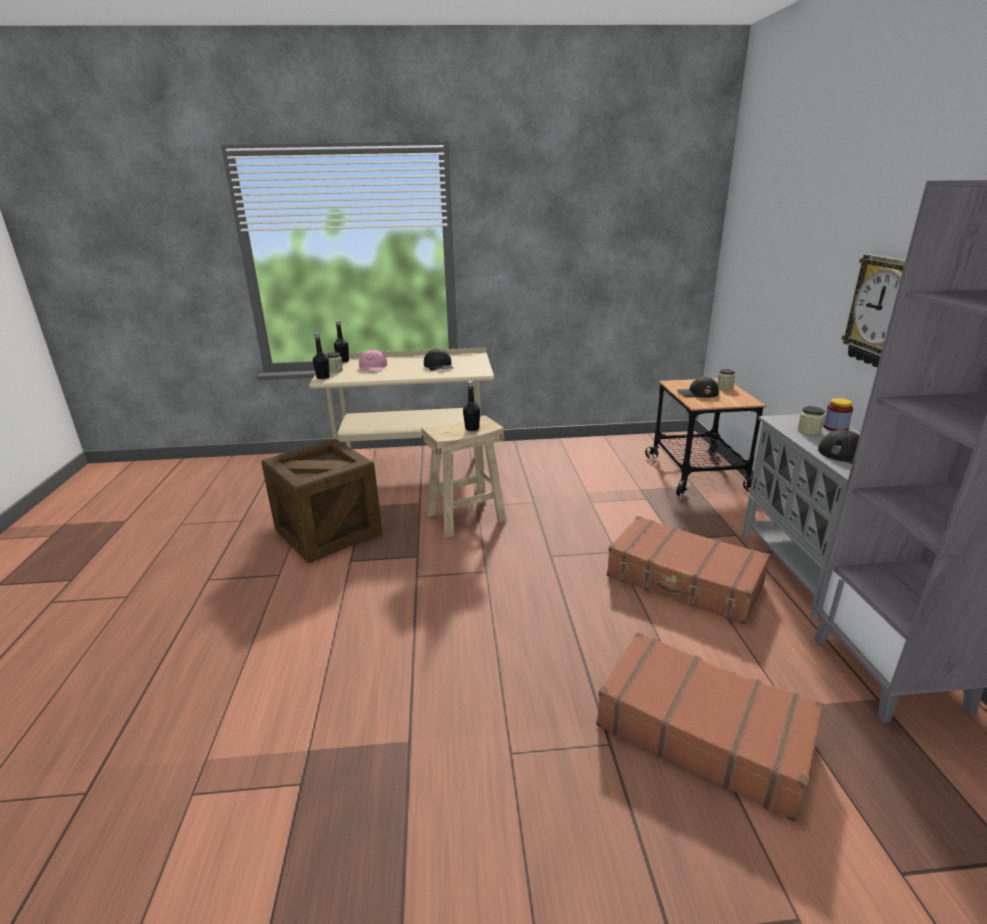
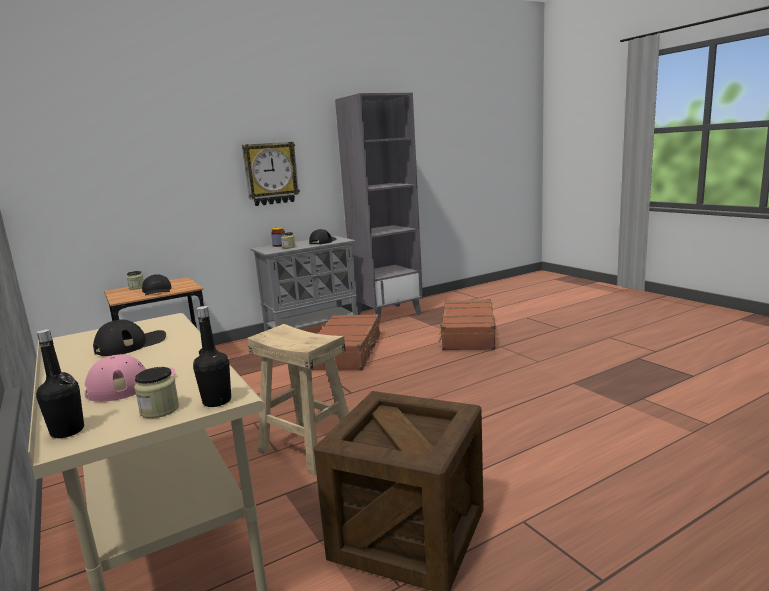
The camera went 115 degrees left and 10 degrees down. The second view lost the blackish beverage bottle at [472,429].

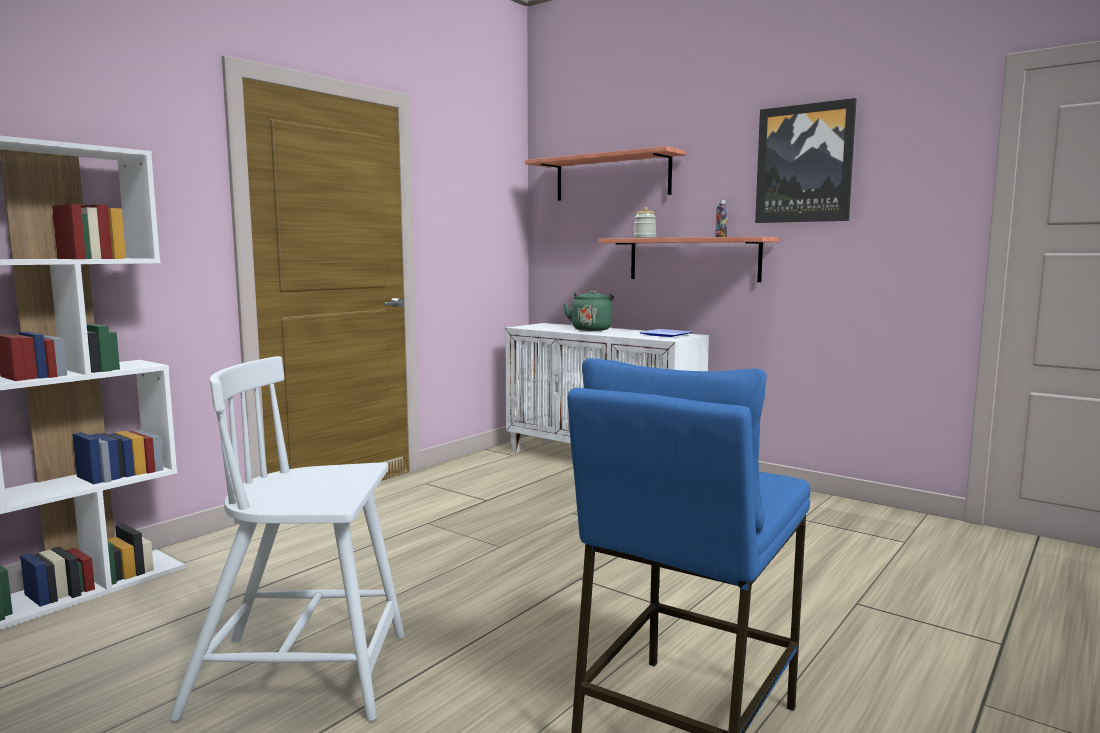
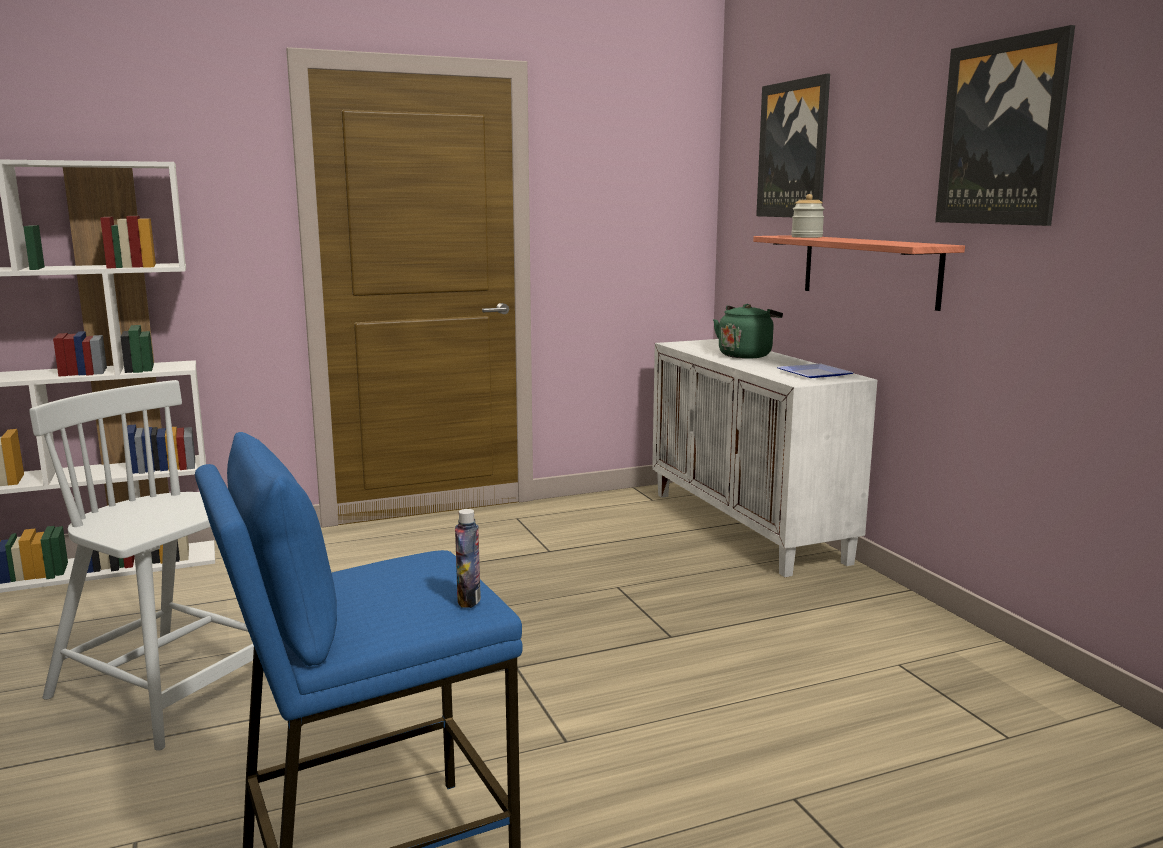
The camera went 30 degrees right and 5 degrees up. Where the shelf hung at [612,177], the wall picture came to hang at [794,150]. The beverage bottle ended up elsewhere, having gone from [720,237] to [469,600].

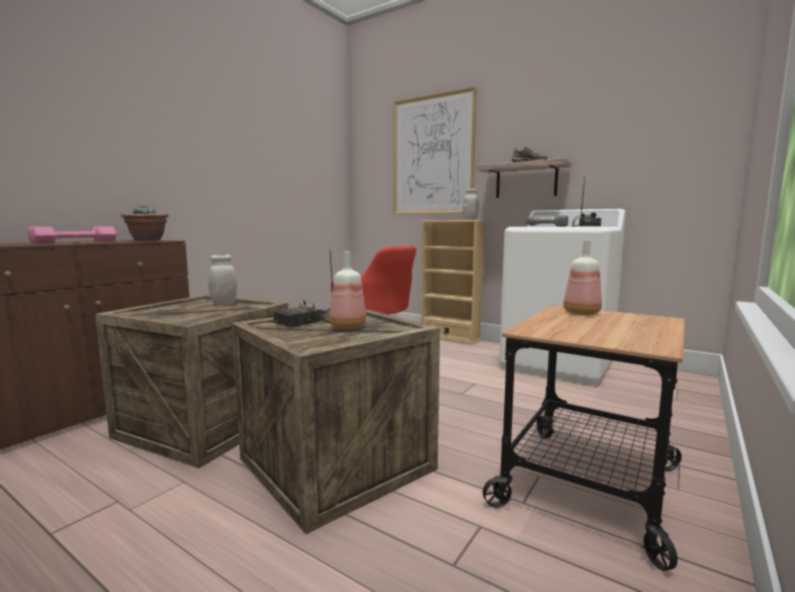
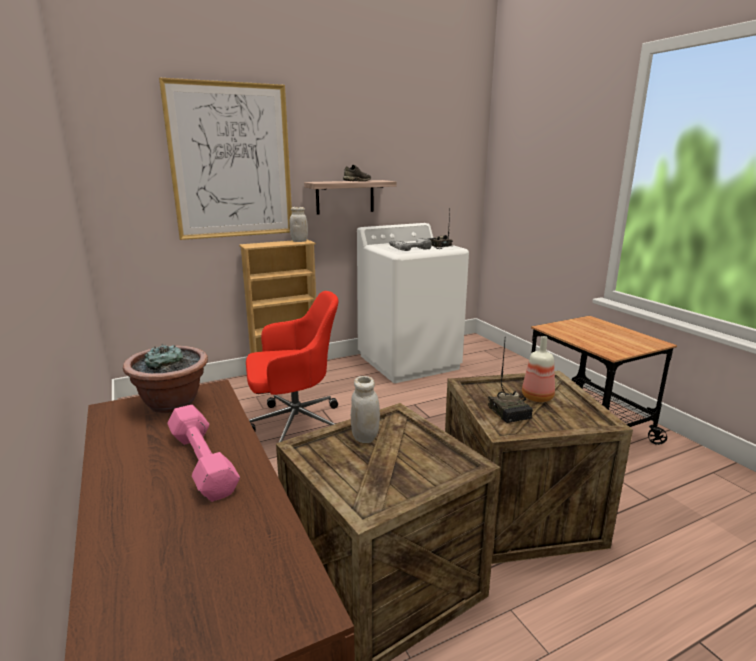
The camera went 60 degrees left and 10 degrees up. The second view lost the beverage bottle at [582,313].

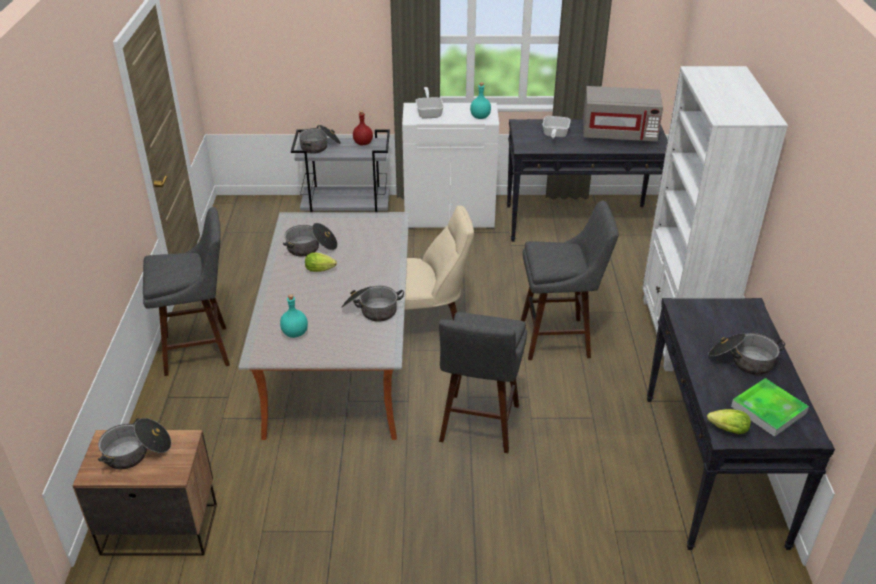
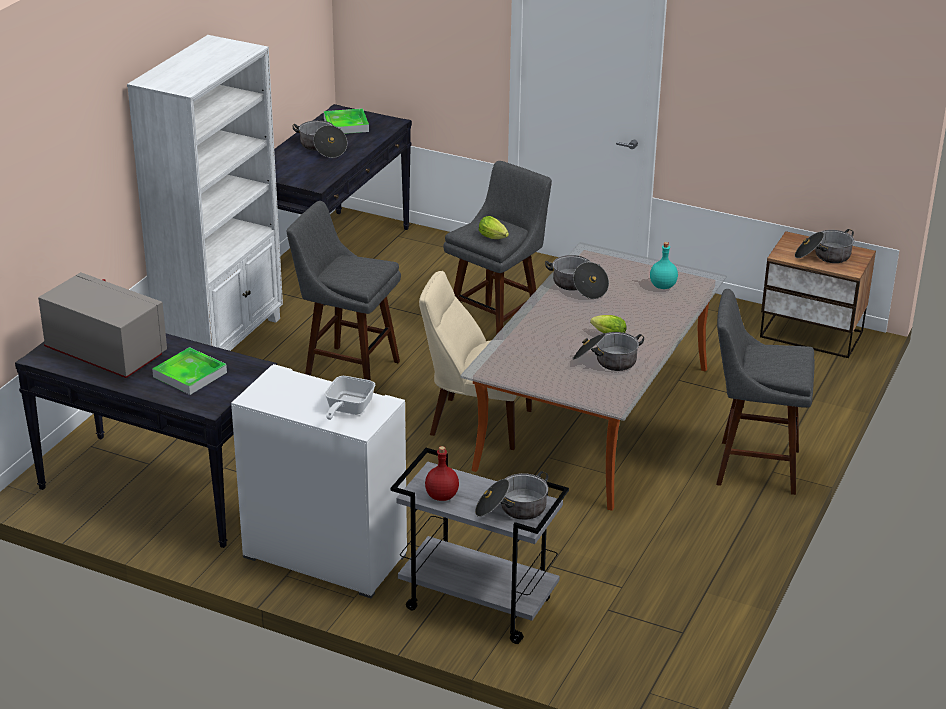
The camera went 155 degrees left and 5 degrees down. The second view lost the turquoise beverage bottle at [480,117]. Where the skillet stood at [554,135], the carrying tray came to stand at [190,375]. The lettuce head ended up elsewhere, having gone from [725,429] to [494,238].

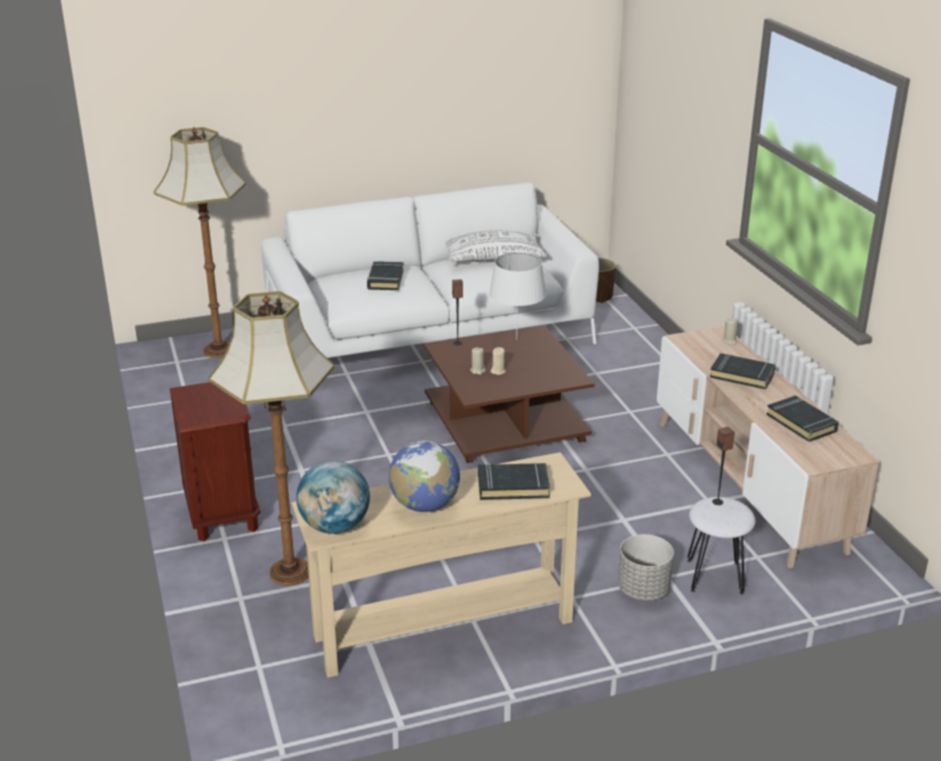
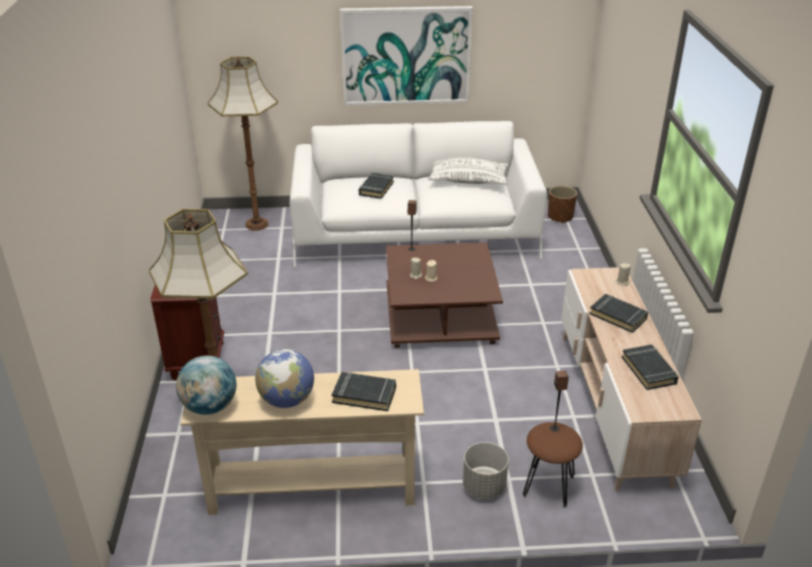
The camera went 15 degrees right and 5 degrees up. The second view lost the whitish lamp for a table at [516,339]. What was the whitish sitting stool at [715,577] turned into the brown sitting stool at [548,486]. The second view gained the wall picture at [406,55].

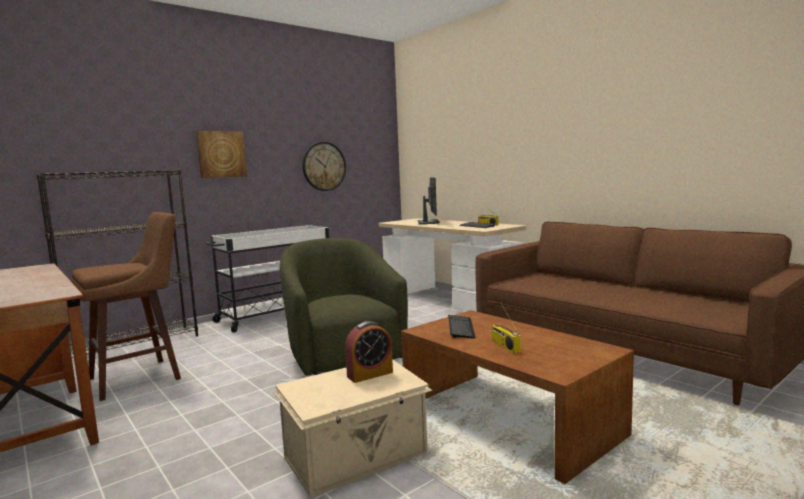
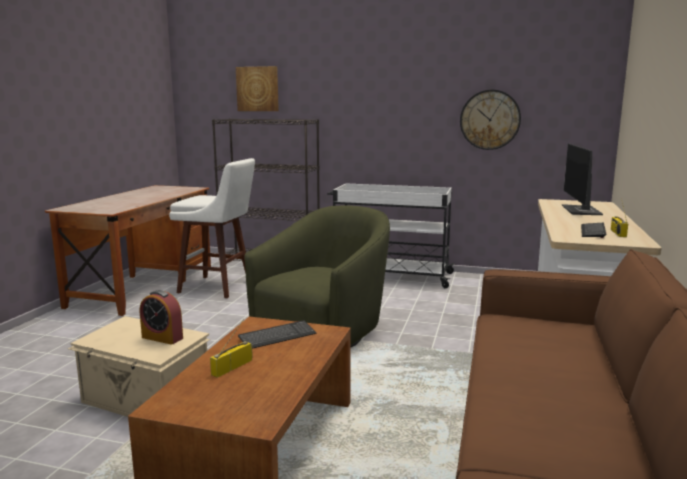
The camera went 55 degrees right and 5 degrees up. The wall picture ended up elsewhere, having gone from [221,154] to [257,89]. The monitor at [428,222] ended up facing another way, 135 degrees clockwise from before. What was the brown sitting stool at [140,377] turned into the whitish sitting stool at [219,287].

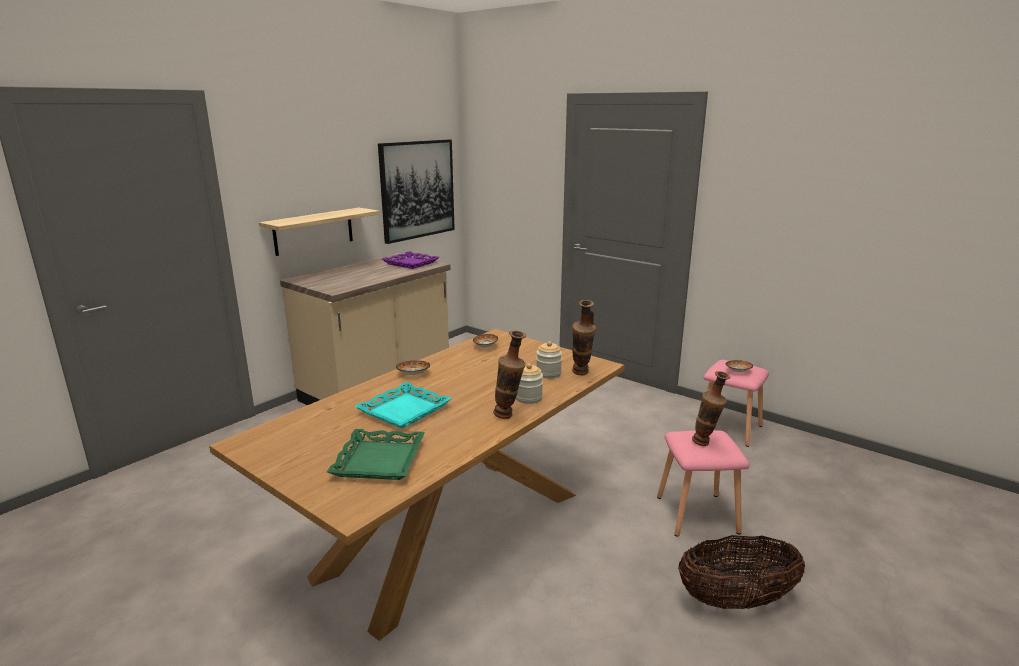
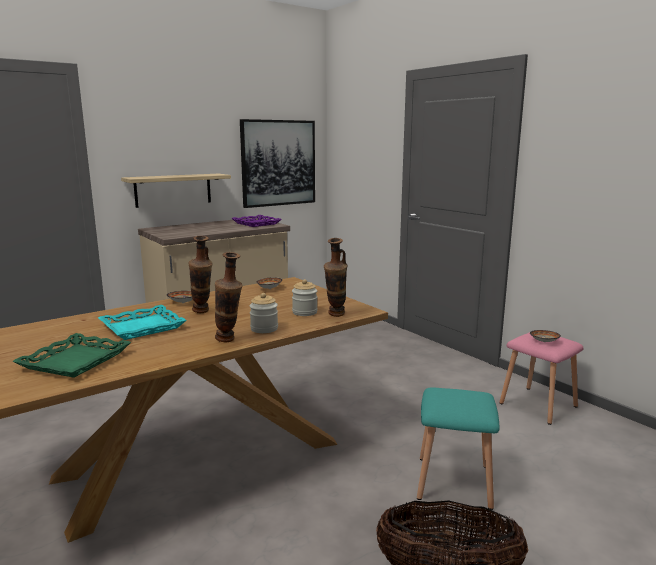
The camera went 15 degrees right and 5 degrees down. The flower vase ended up elsewhere, having gone from [706,444] to [202,312]. What was the pink sitting stool at [698,515] turned into the turquoise sitting stool at [454,483].

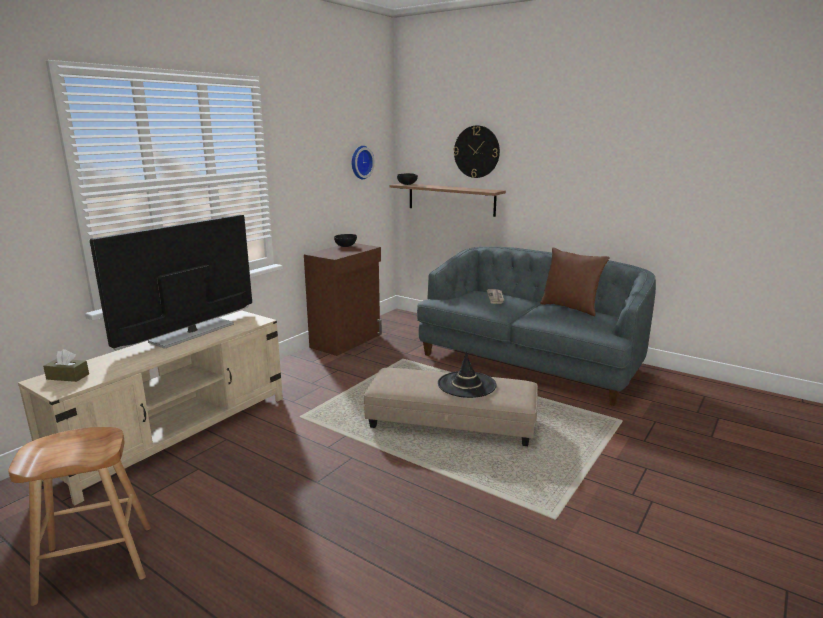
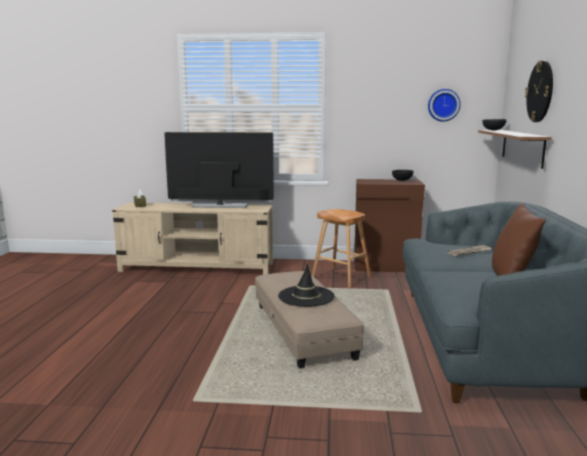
The camera went 60 degrees right and 5 degrees down. The brown sitting stool ended up elsewhere, having gone from [95,563] to [341,278].

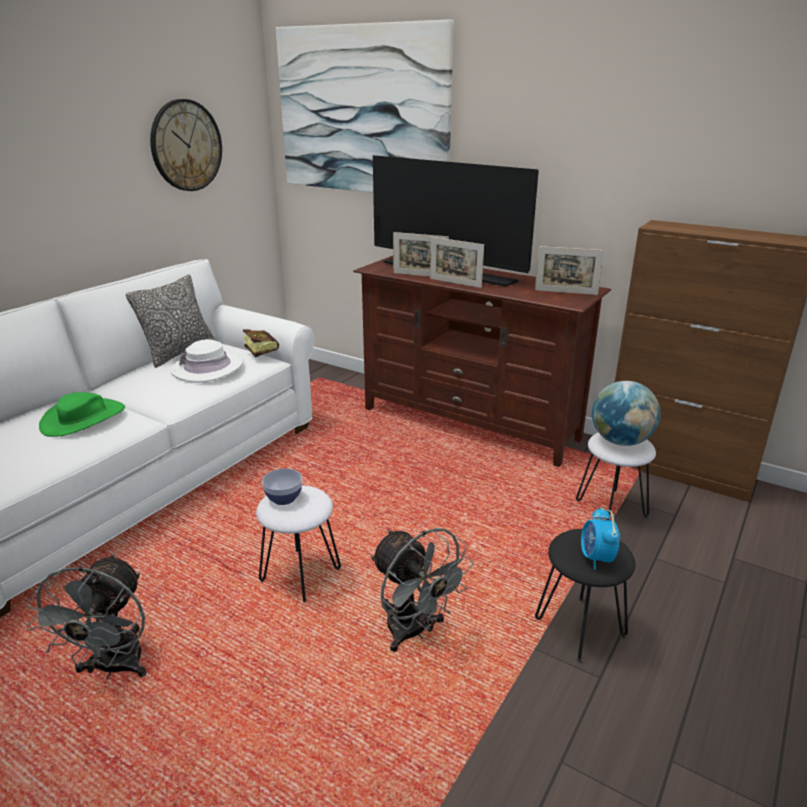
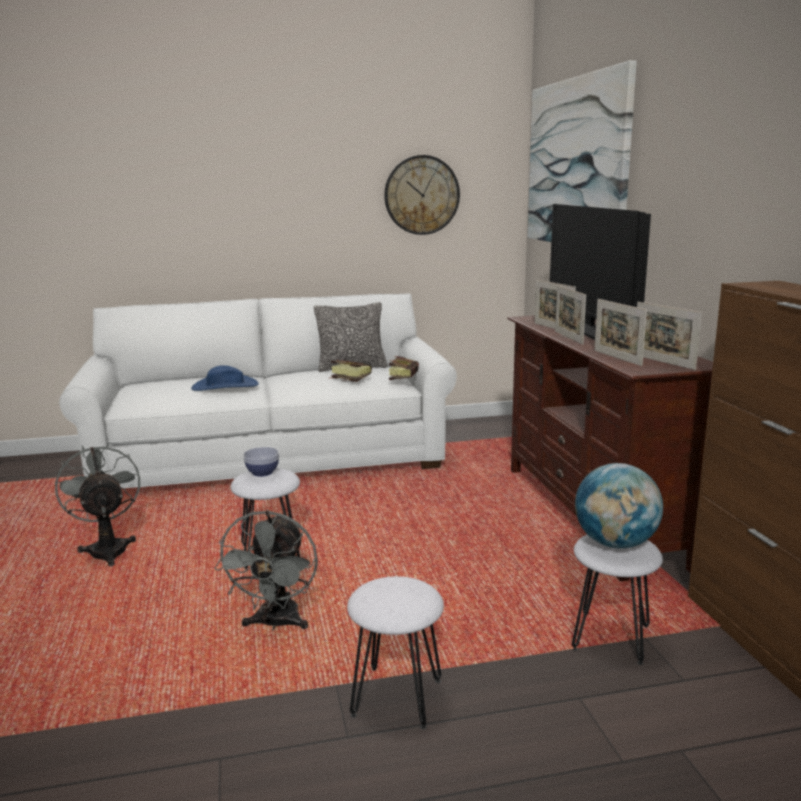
The camera went 45 degrees right and 10 degrees down. Where the whitish wearable hat stood at [208,368], the bound book came to stand at [348,379]. What was the greenish wearable hat at [84,419] turned into the bluish wearable hat at [225,386]. The second view lost the table clock at [596,558]. What was the blackish sitting stool at [580,629] turned into the whitish sitting stool at [396,698]. The greyish electric fan at [113,668] ended up facing another way, 105 degrees clockwise from before. The second view gained the standing frame at [617,358].

